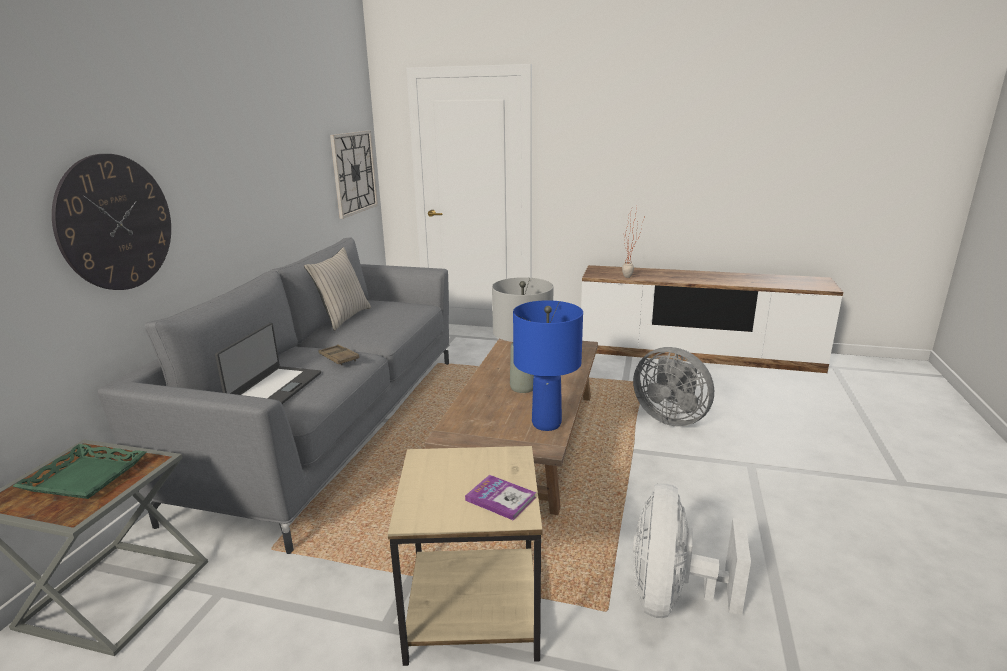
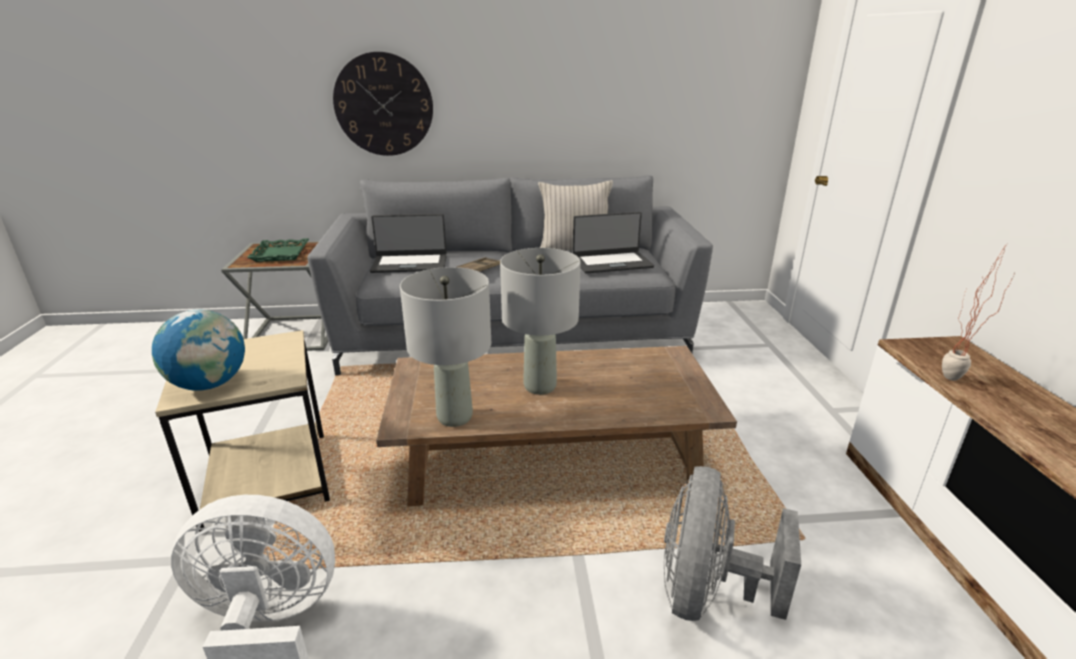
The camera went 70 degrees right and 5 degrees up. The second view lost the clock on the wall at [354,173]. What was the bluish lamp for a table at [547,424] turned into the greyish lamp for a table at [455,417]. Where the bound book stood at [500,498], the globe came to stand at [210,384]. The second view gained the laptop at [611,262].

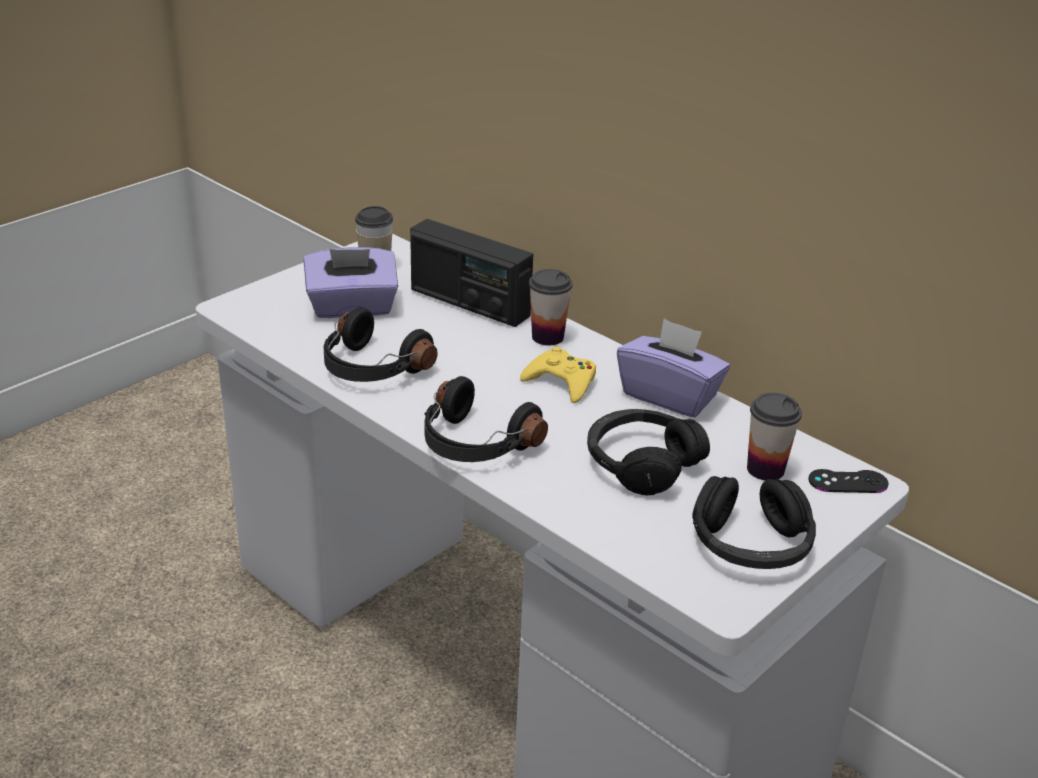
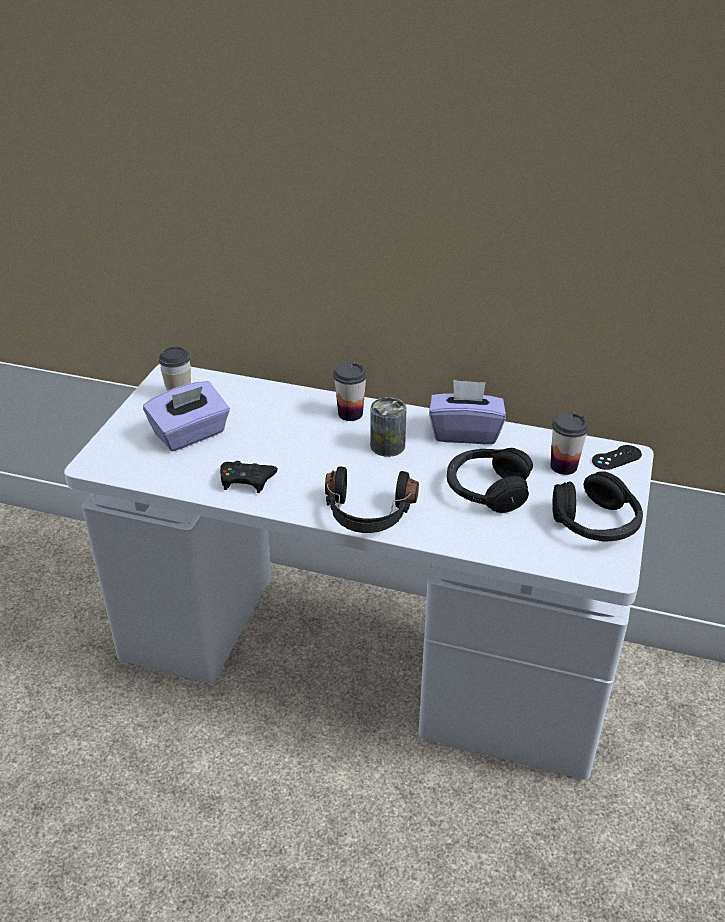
The camera went 25 degrees left and 5 degrees up. The second view lost the radio receiver at [469,303]. Where the blackish headphones stood at [371,368], the blackish game controller came to stand at [246,480]. Where the yellowish game controller stood at [561,382], the metal can came to stand at [387,445].

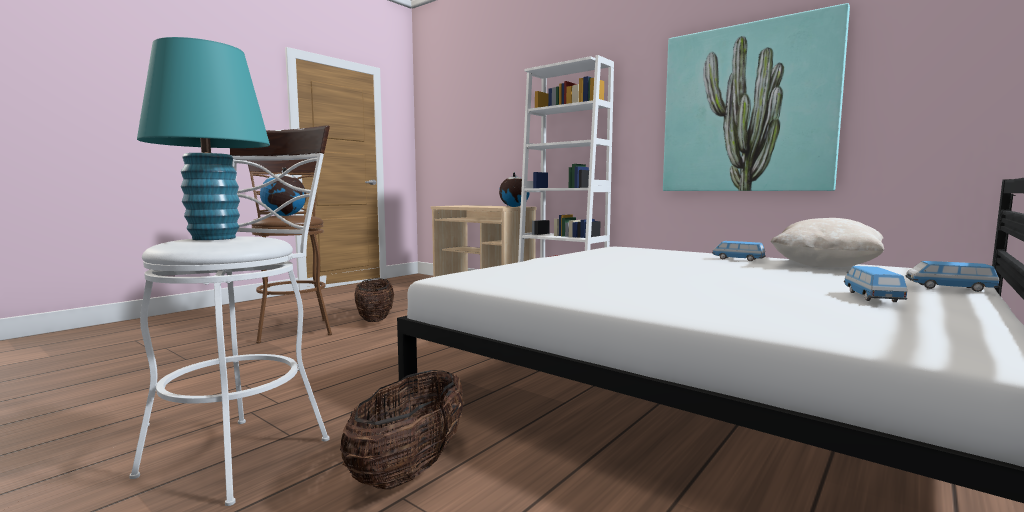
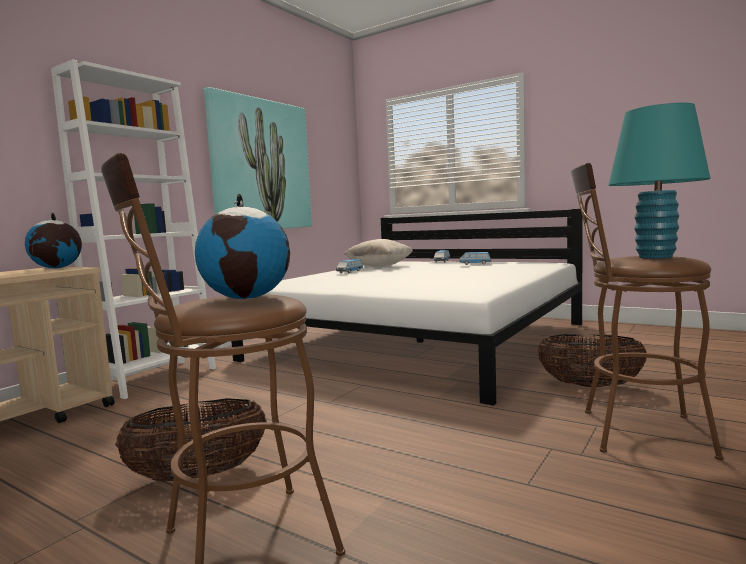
The camera went 95 degrees left and 0 degrees up. What was the whitish sitting stool at [249,449] turned into the brown sitting stool at [633,432].

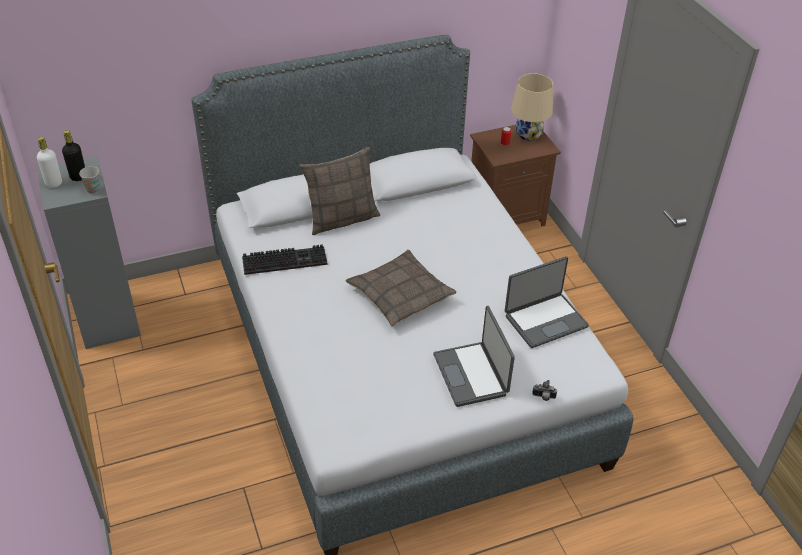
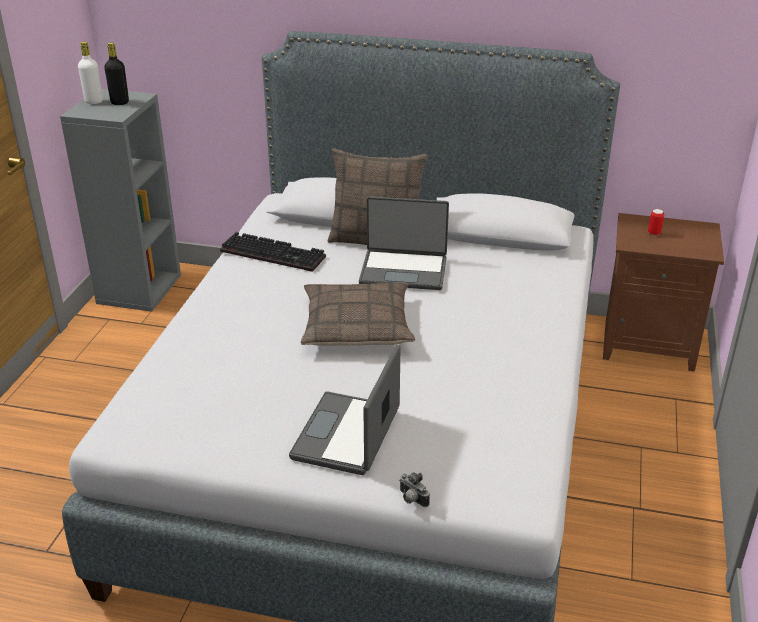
The camera went 35 degrees right and 10 degrees down. The second view lost the sand-coloured lamp for a table at [528,134]. The second view lost the cup at [93,190]. The laptop ended up elsewhere, having gone from [545,320] to [403,270].

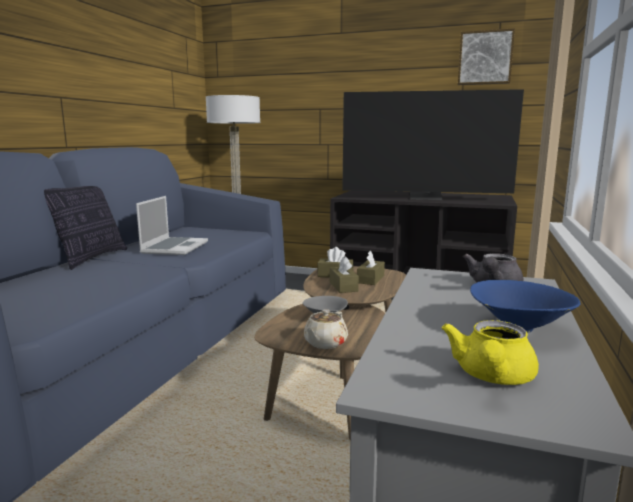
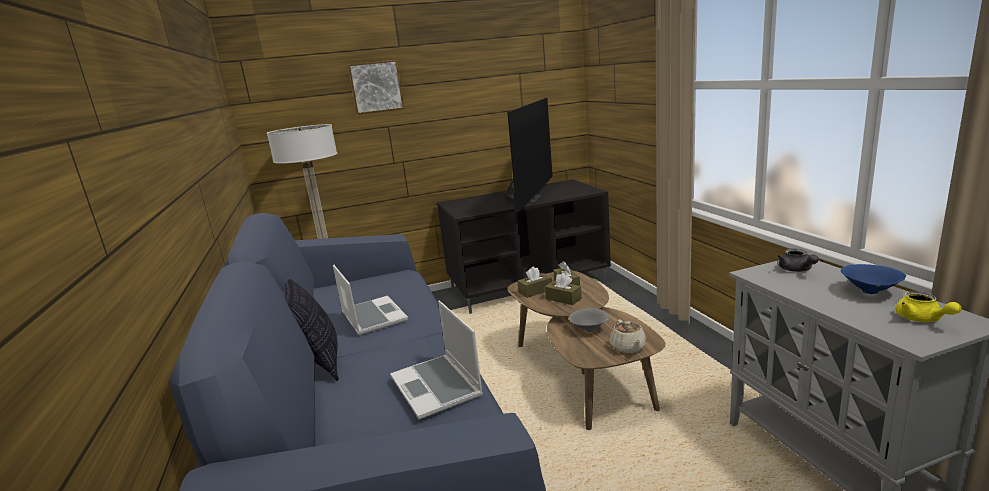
The camera went 35 degrees left and 5 degrees up. The wall picture ended up elsewhere, having gone from [485,58] to [376,87]. The television at [426,198] ended up facing another way, 45 degrees counterclockwise from before. The second view gained the laptop at [437,387].

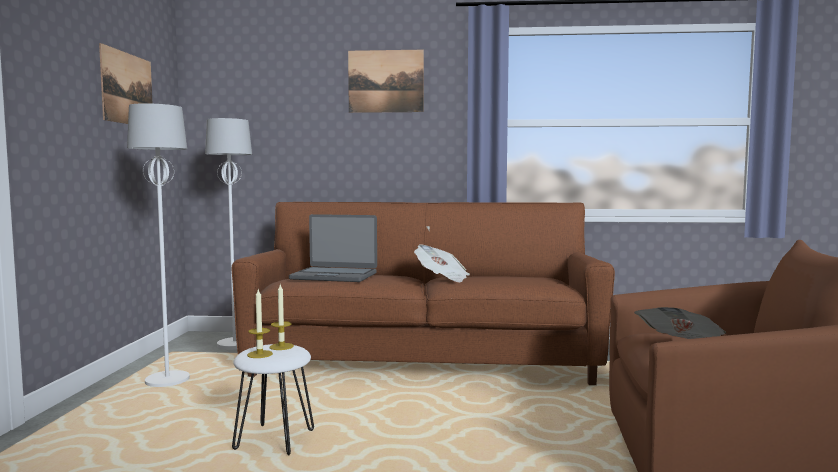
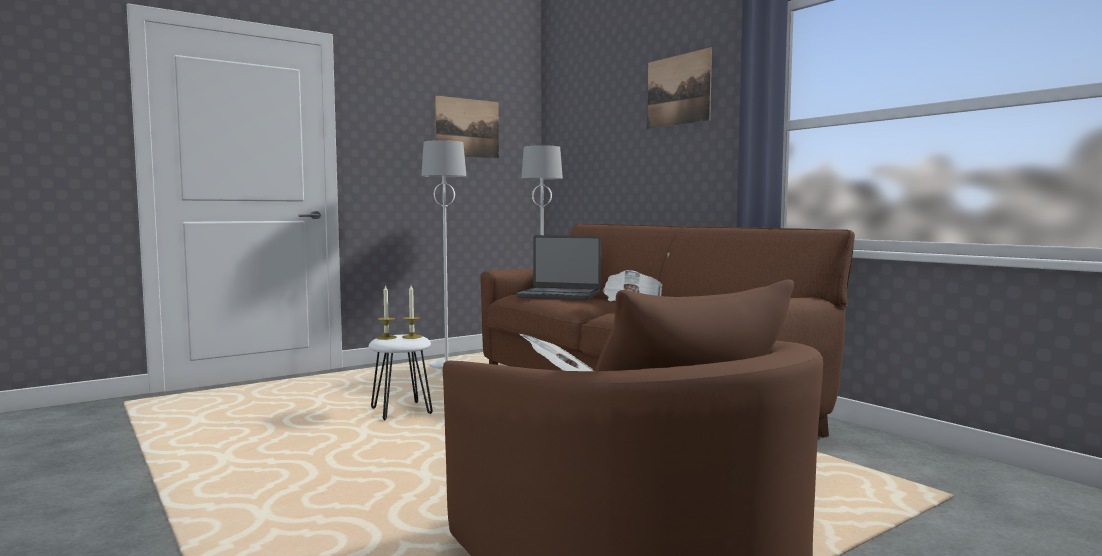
The camera went 50 degrees right and 0 degrees up. The laptop at [334,276] ended up facing another way, 45 degrees counterclockwise from before.

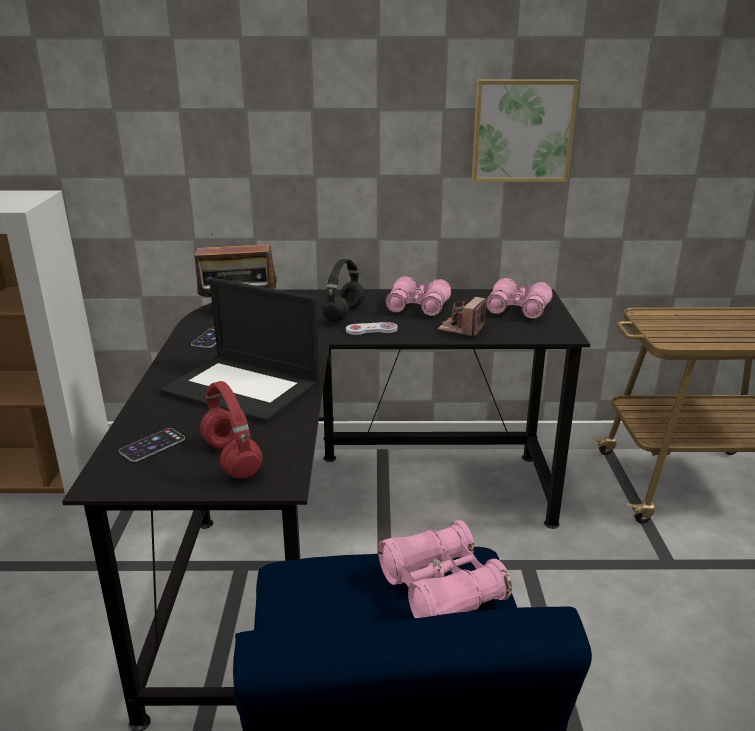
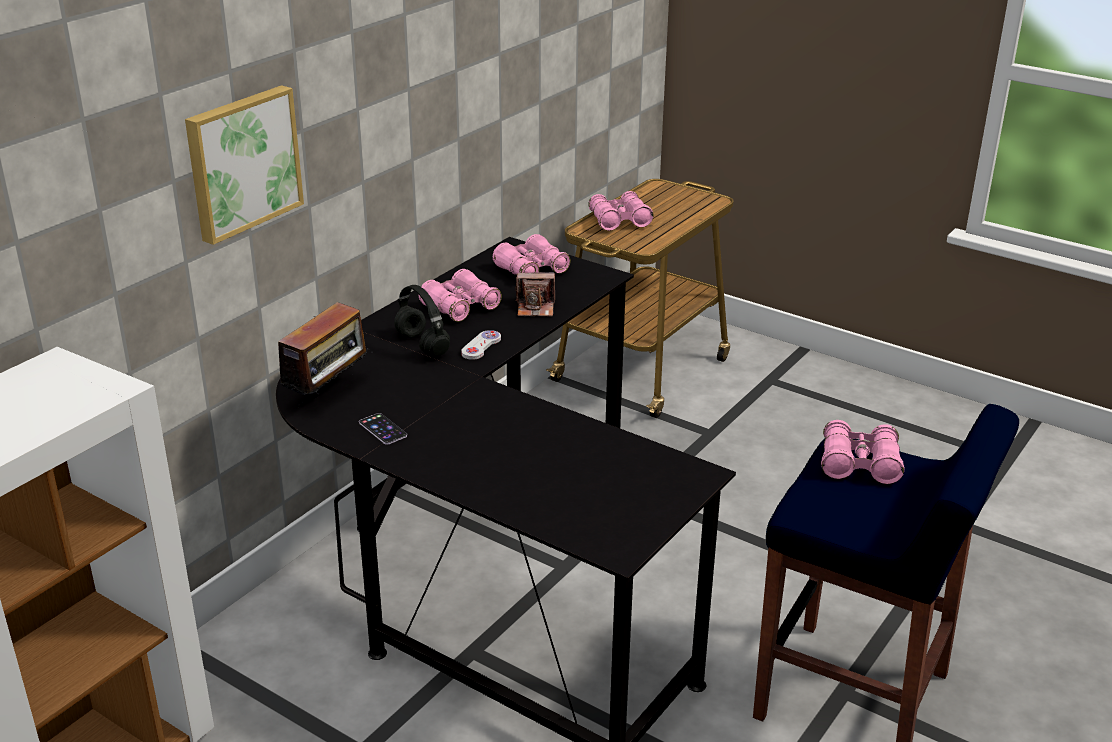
The camera went 55 degrees left and 5 degrees up. The wall picture ended up elsewhere, having gone from [522,130] to [242,162]. The second view lost the laptop at [244,388]. The photo camera at [462,328] ended up facing another way, 60 degrees counterclockwise from before. The second view lost the reddish headphones at [233,460]. The second view lost the phone at [152,445]. The second view gained the pink field glasses at [619,220].

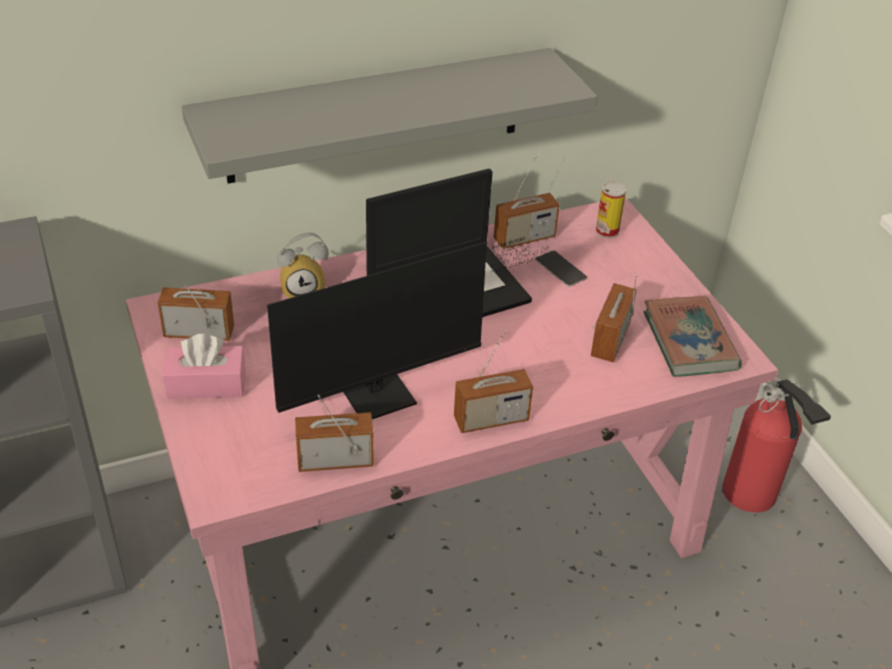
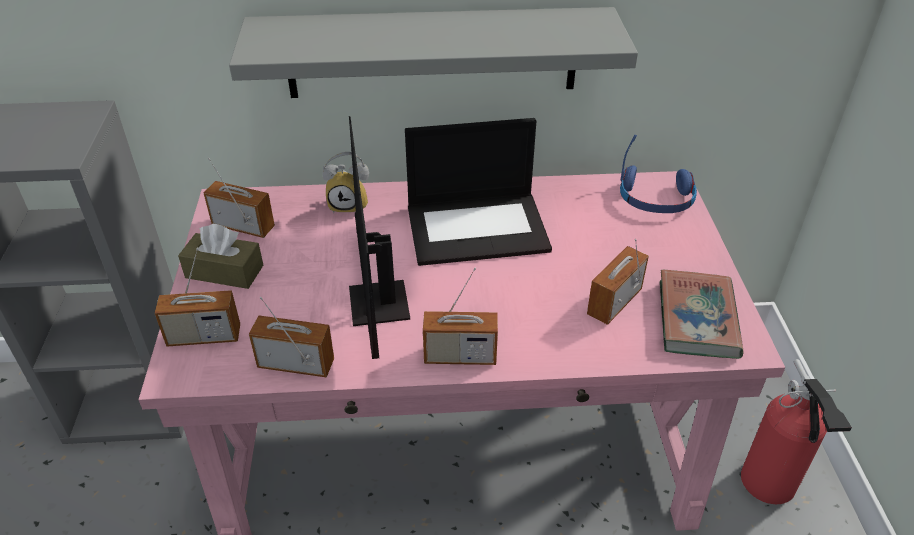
The camera went 20 degrees right and 0 degrees up. The radio receiver ended up elsewhere, having gone from [524,238] to [204,336]. Where the metal can stood at [607,231], the bluish headphones came to stand at [656,199]. The monitor at [388,392] ended up facing another way, 90 degrees clockwise from before. The second view lost the phone at [561,268]. What was the pink tissue box at [206,384] turned into the brown tissue box at [224,271].

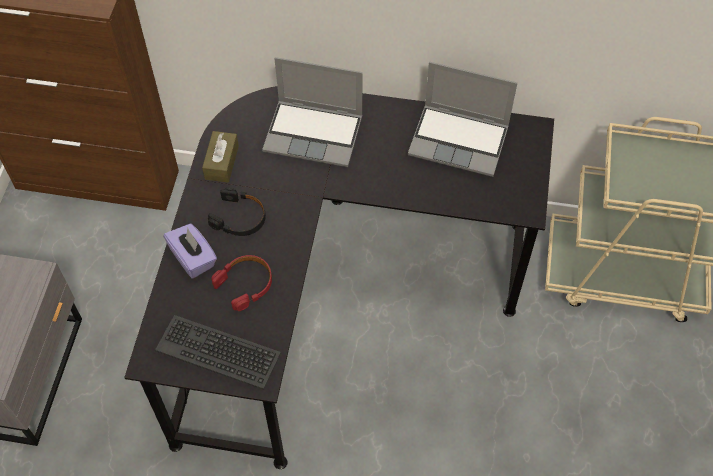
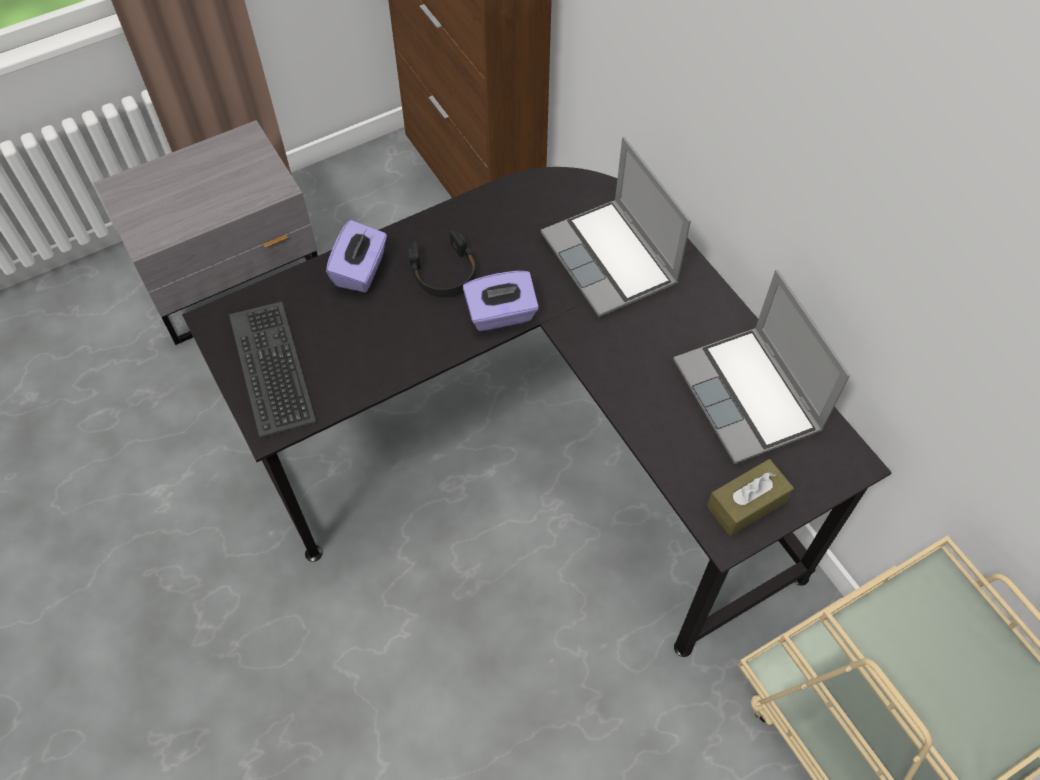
The camera went 50 degrees right and 0 degrees up. The brown tissue box ended up elsewhere, having gone from [221,162] to [746,504]. The second view lost the reddish headphones at [245,284]. The second view gained the purplish tissue box at [501,315].

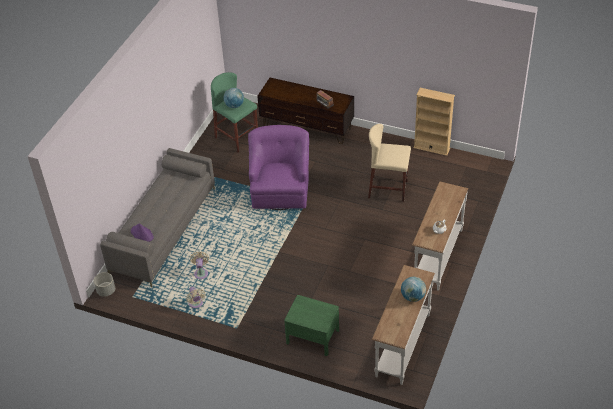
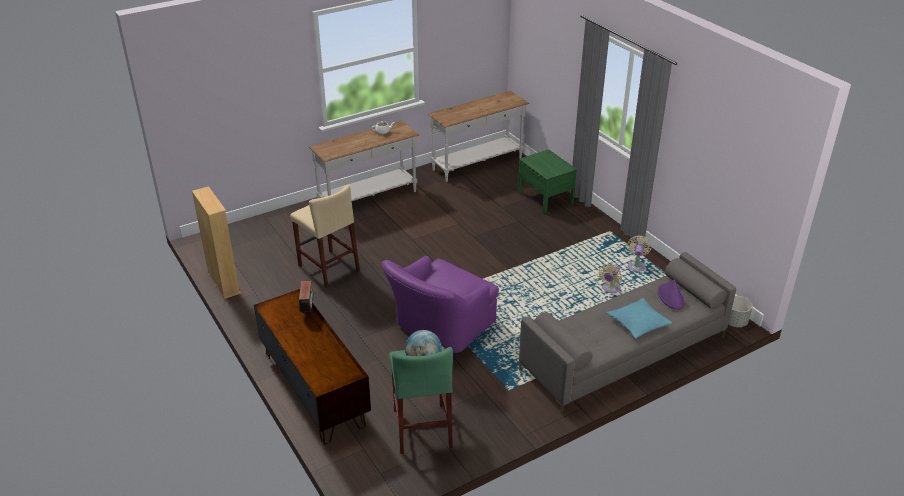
The camera went 145 degrees left and 10 degrees down. The second view lost the globe at [413,297]. The second view gained the turquoise pillow at [638,323].

